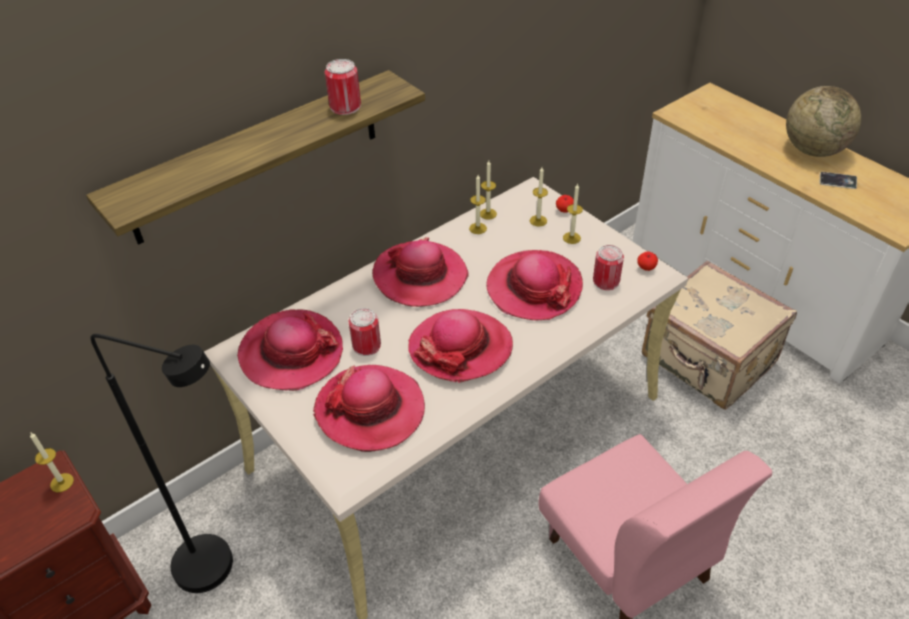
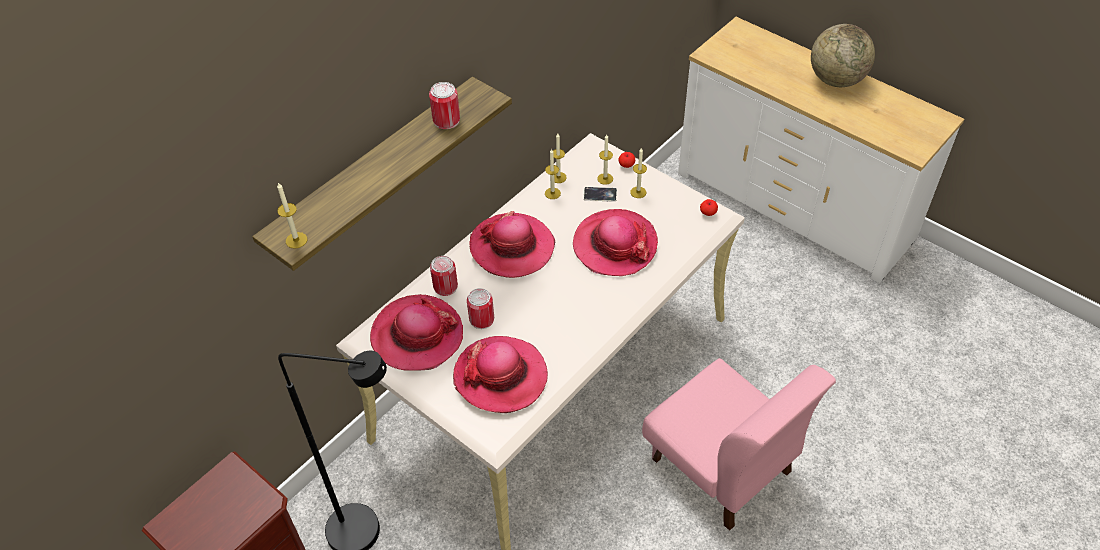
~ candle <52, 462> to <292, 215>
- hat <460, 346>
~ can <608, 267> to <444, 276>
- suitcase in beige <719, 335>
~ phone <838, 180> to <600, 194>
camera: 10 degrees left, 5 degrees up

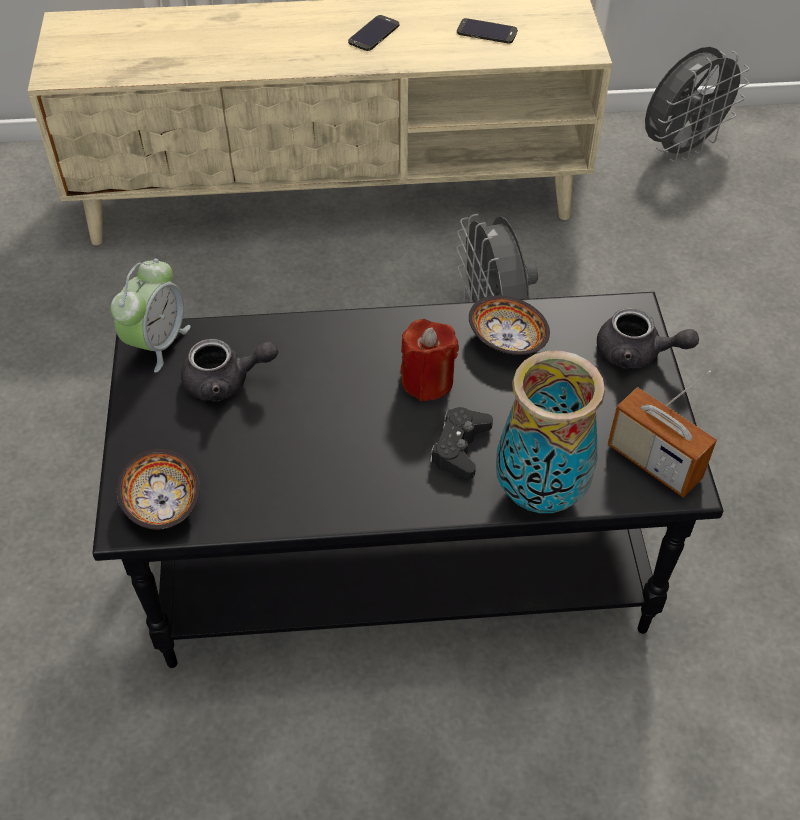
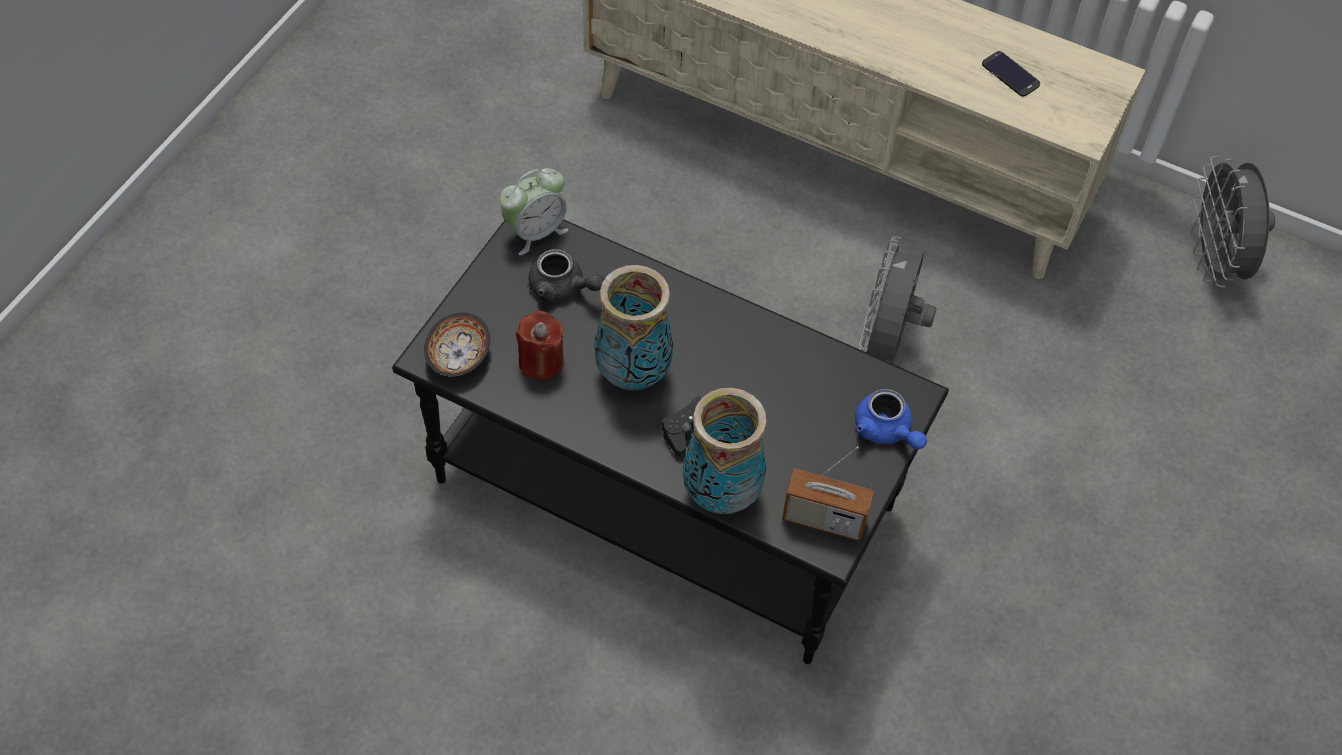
- phone <374, 33>
~ candle in red <430, 360> to <540, 345>
- bowl <509, 325>
~ teapot in grey <648, 338> to teapot in blue <891, 419>
~ radio <662, 434> = <828, 494> 60 degrees counterclockwise
~ fan in grey <697, 104> = <1233, 221> 90 degrees clockwise
+ vase <633, 328>
camera: 30 degrees right, 5 degrees up

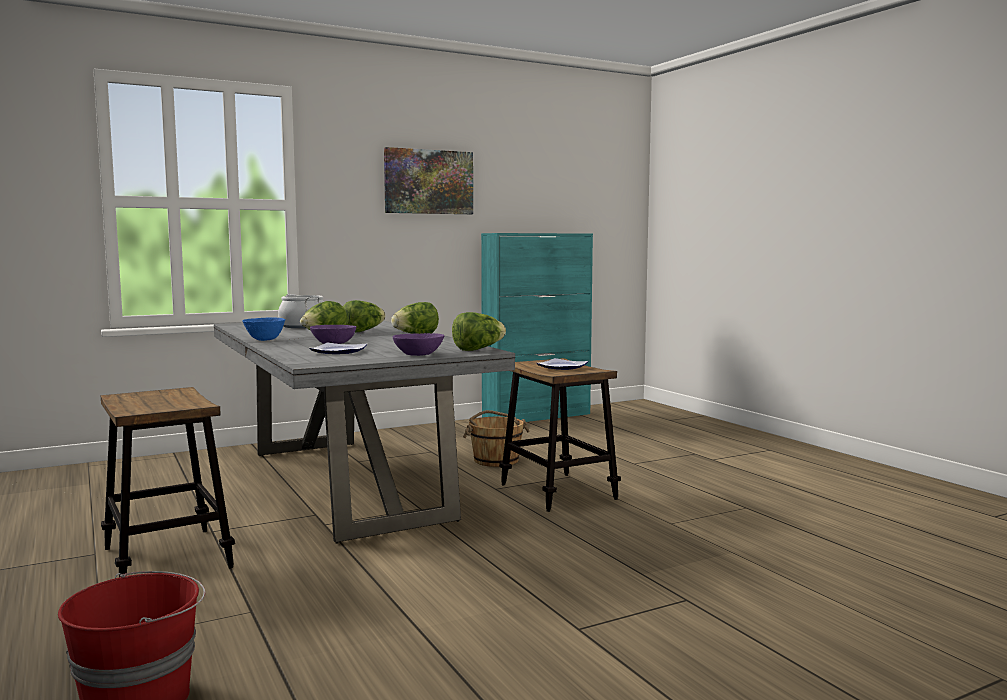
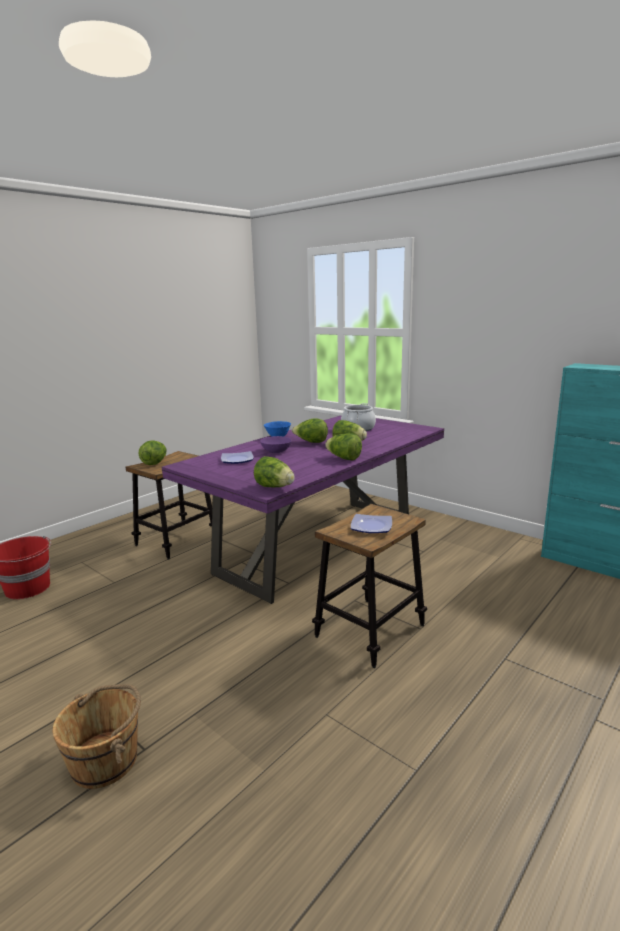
~ dining table in grey <364, 432> to dining table in purple <303, 509>
- picture <428, 180>
- bowl in purple <418, 344>
~ bucket in brown <496, 438> to <96, 736>
+ lettuce <152, 452>
camera: 70 degrees right, 10 degrees up

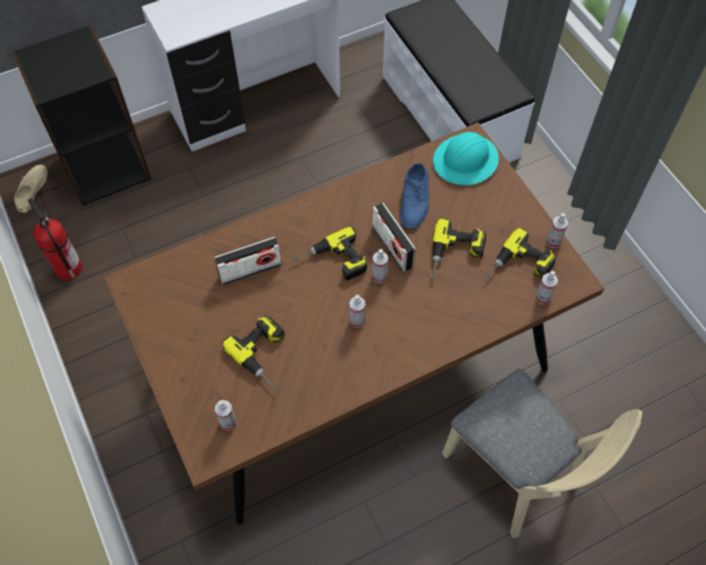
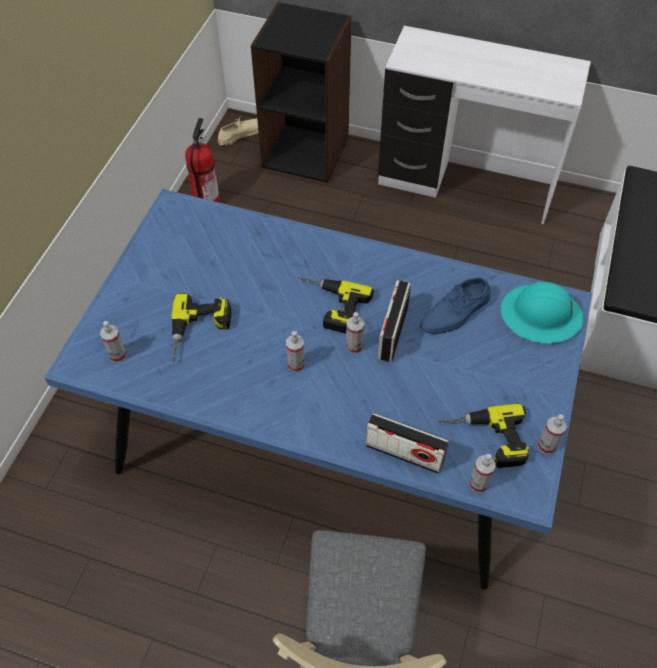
~ dining table in brown <354, 323> to dining table in blue <318, 389>
~ radio <248, 261> to <407, 443>
- power drill <459, 249>
camera: 45 degrees right, 5 degrees down

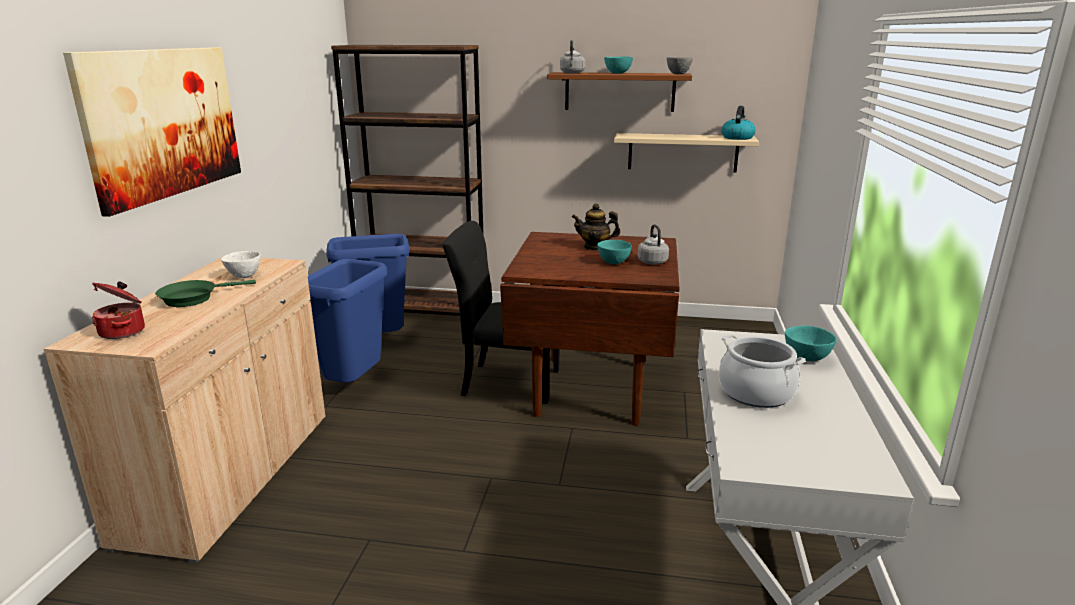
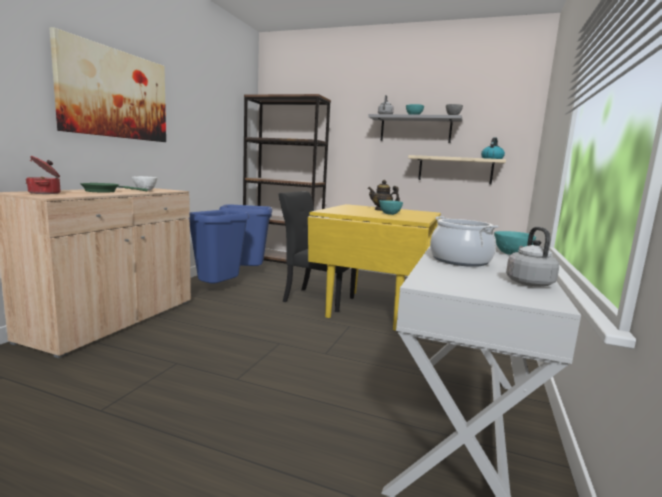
~ dining table in brown <590, 329> to dining table in yellow <374, 267>
~ shelf in brown <619, 92> to shelf in grey <415, 128>
~ kettle in grey <653, 244> to <532, 257>
camera: 10 degrees right, 10 degrees down

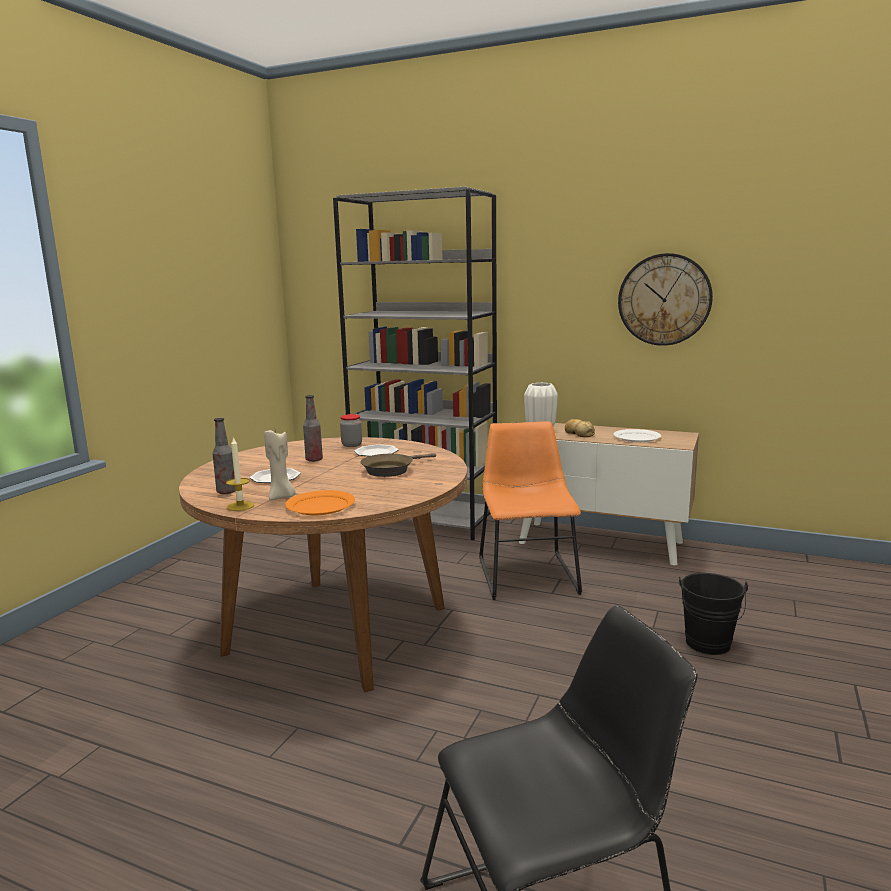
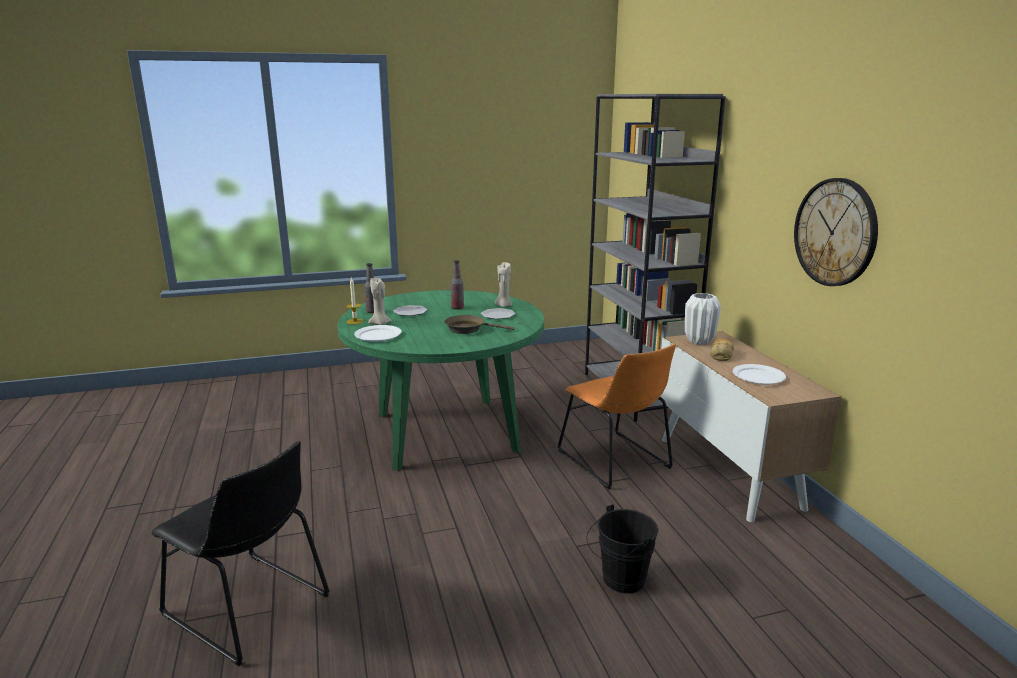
~ dining table in brown <323, 564> to dining table in green <441, 380>
~ plate in orange <320, 502> to plate in white <378, 333>
~ jar <351, 430> to candle in beige <503, 284>
~ chair in orange <530, 510> = <617, 416> 105 degrees clockwise
camera: 50 degrees right, 5 degrees up

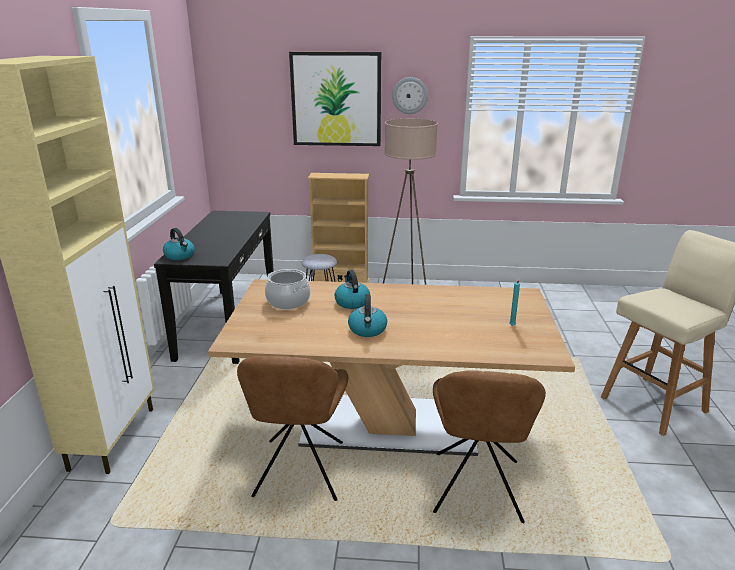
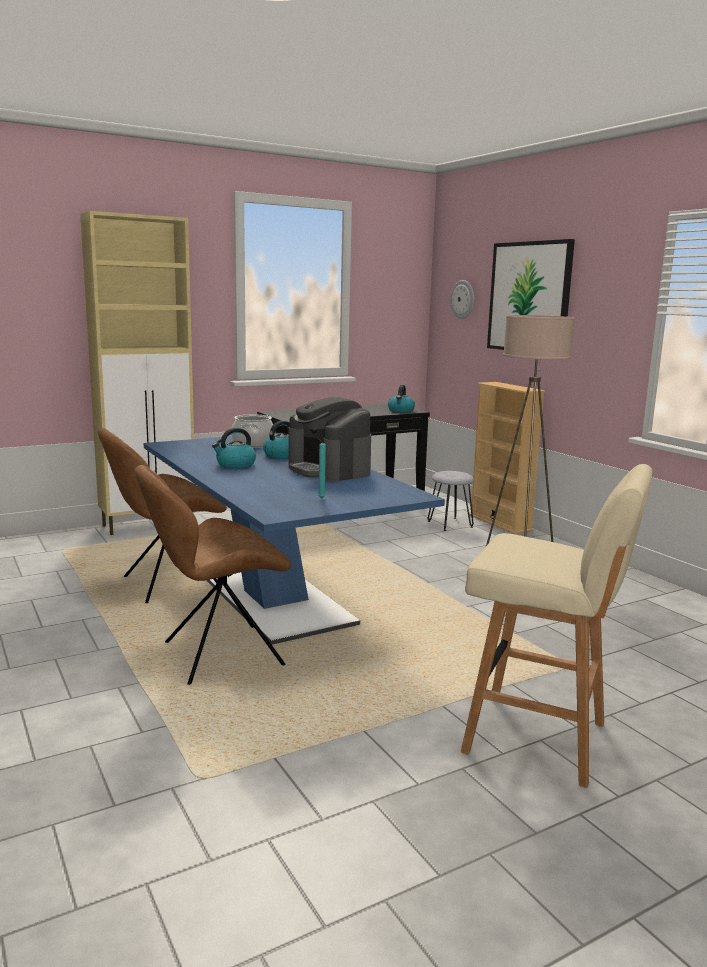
~ kettle <179, 244> to <401, 398>
~ dining table in beige <391, 367> to dining table in blue <294, 539>
~ wall clock <410, 95> to <462, 299>
+ coffee machine <329, 439>
camera: 55 degrees right, 10 degrees down

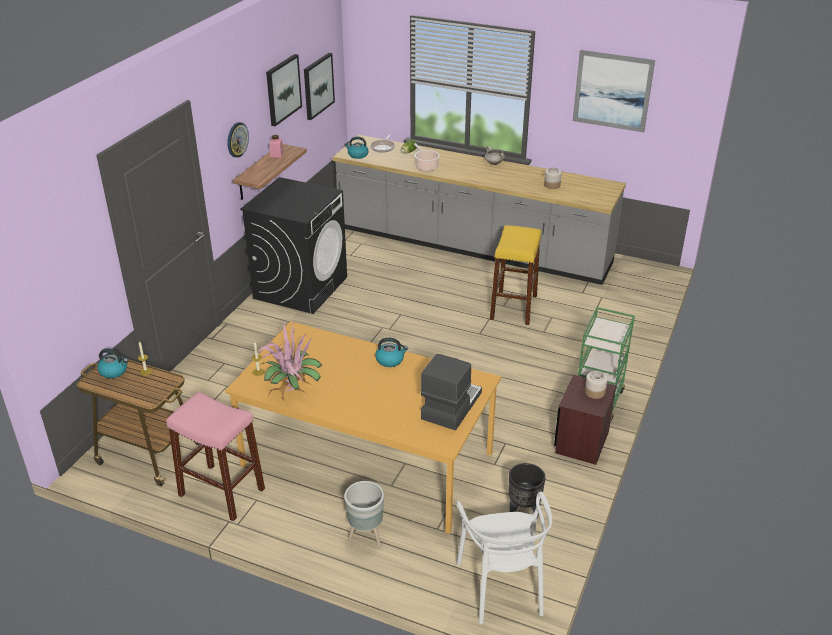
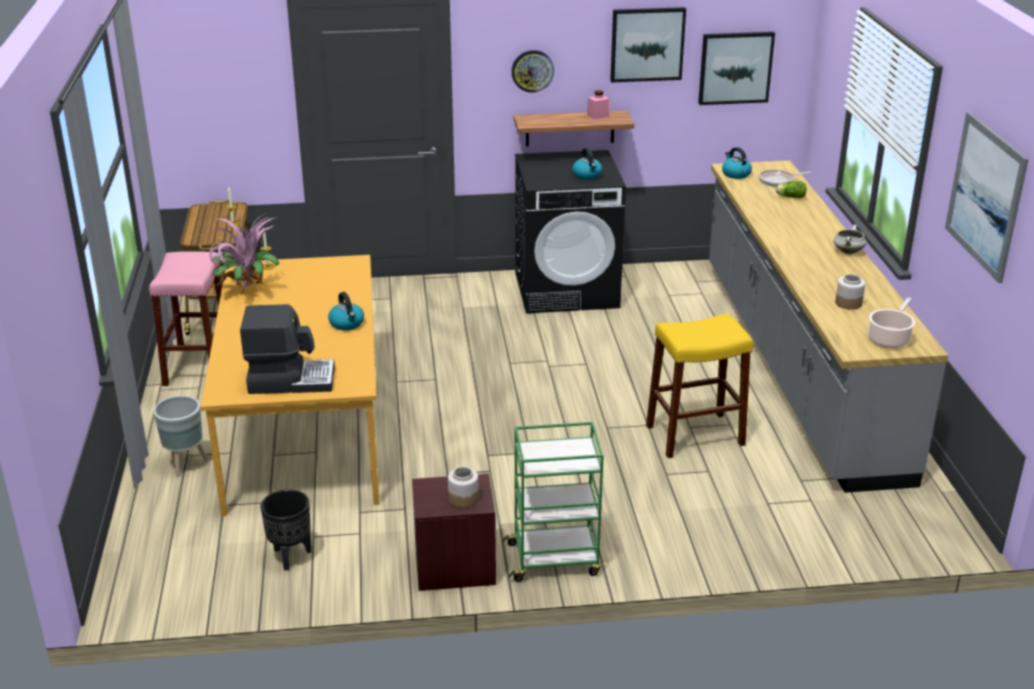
~ kettle <112, 363> to <587, 163>
~ cooking pot <427, 157> to <892, 323>
- chair in white <504, 558>
camera: 60 degrees right, 5 degrees down

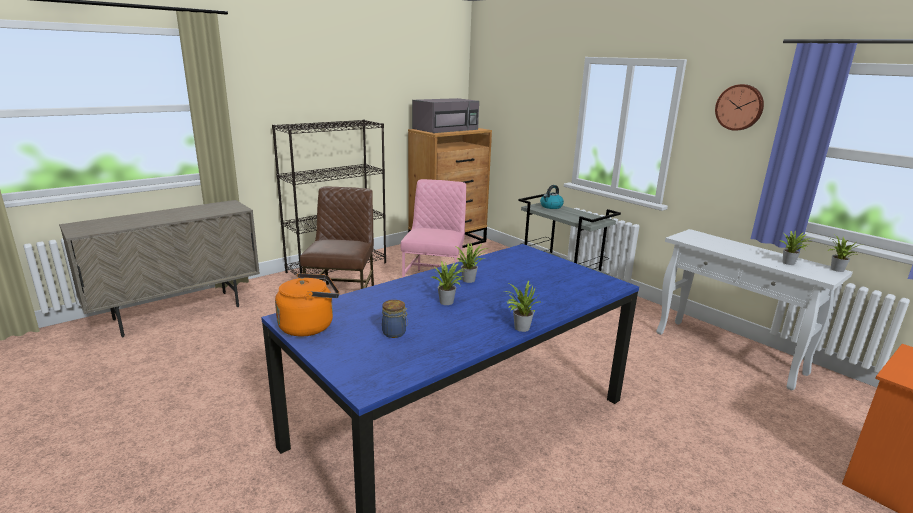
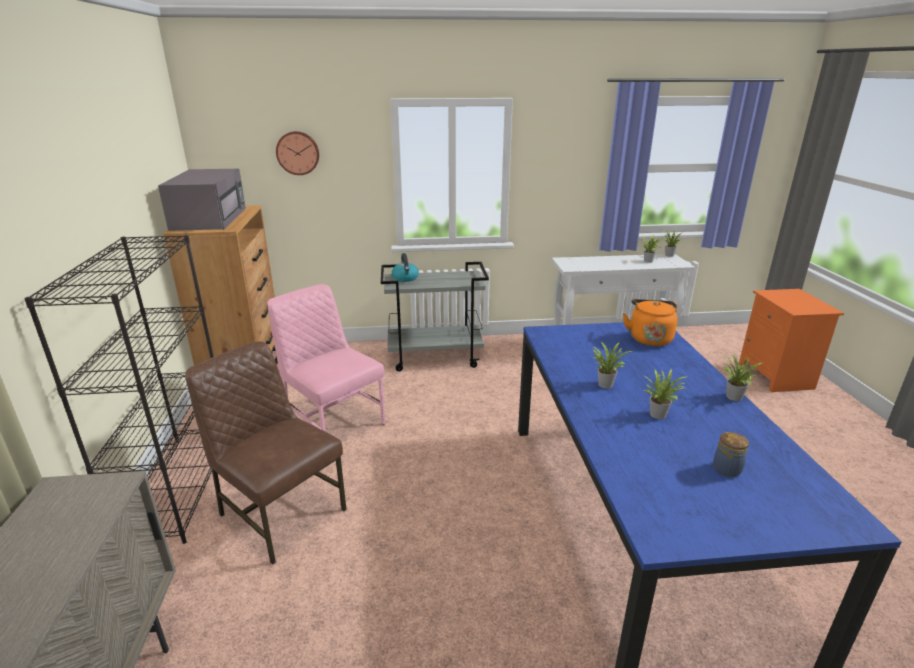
~ kettle in orange <307, 305> to <650, 322>
~ wall clock <739, 107> to <297, 153>
camera: 55 degrees left, 5 degrees up

